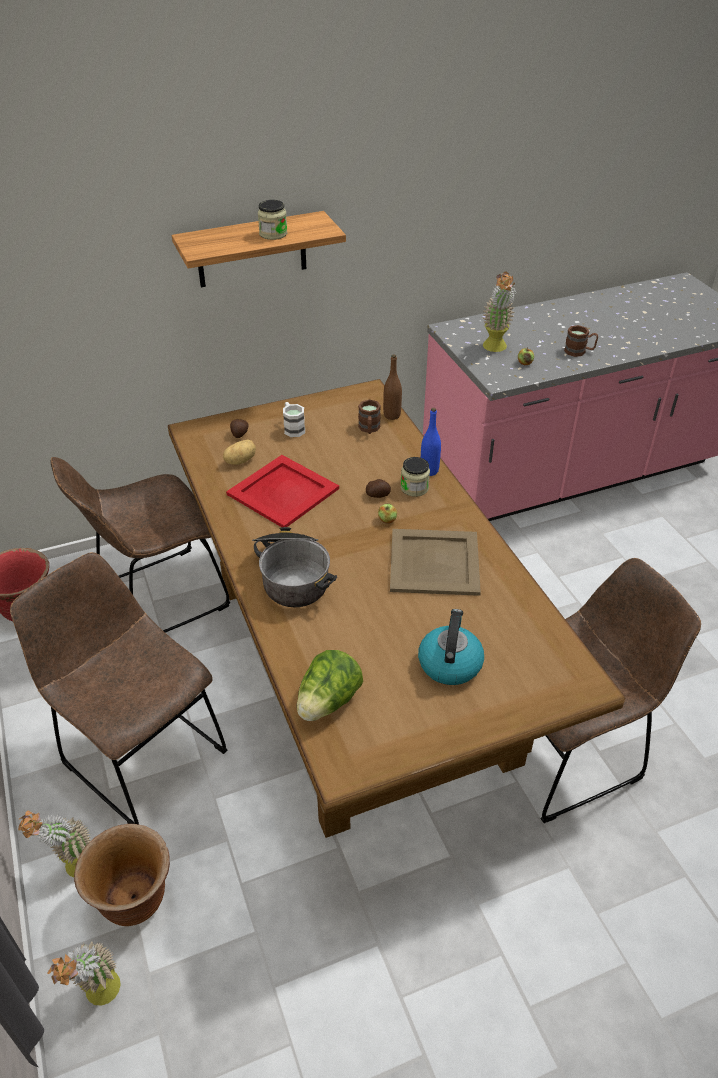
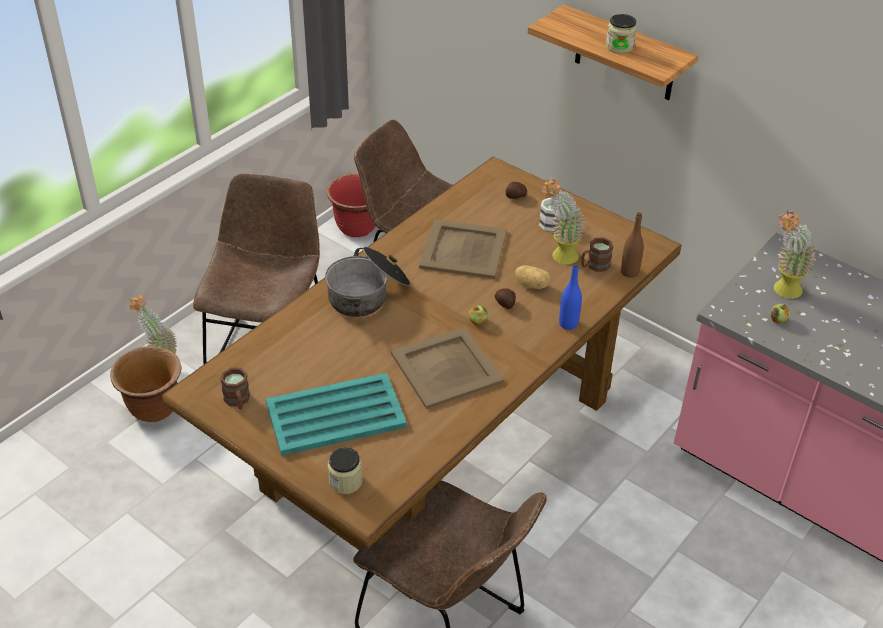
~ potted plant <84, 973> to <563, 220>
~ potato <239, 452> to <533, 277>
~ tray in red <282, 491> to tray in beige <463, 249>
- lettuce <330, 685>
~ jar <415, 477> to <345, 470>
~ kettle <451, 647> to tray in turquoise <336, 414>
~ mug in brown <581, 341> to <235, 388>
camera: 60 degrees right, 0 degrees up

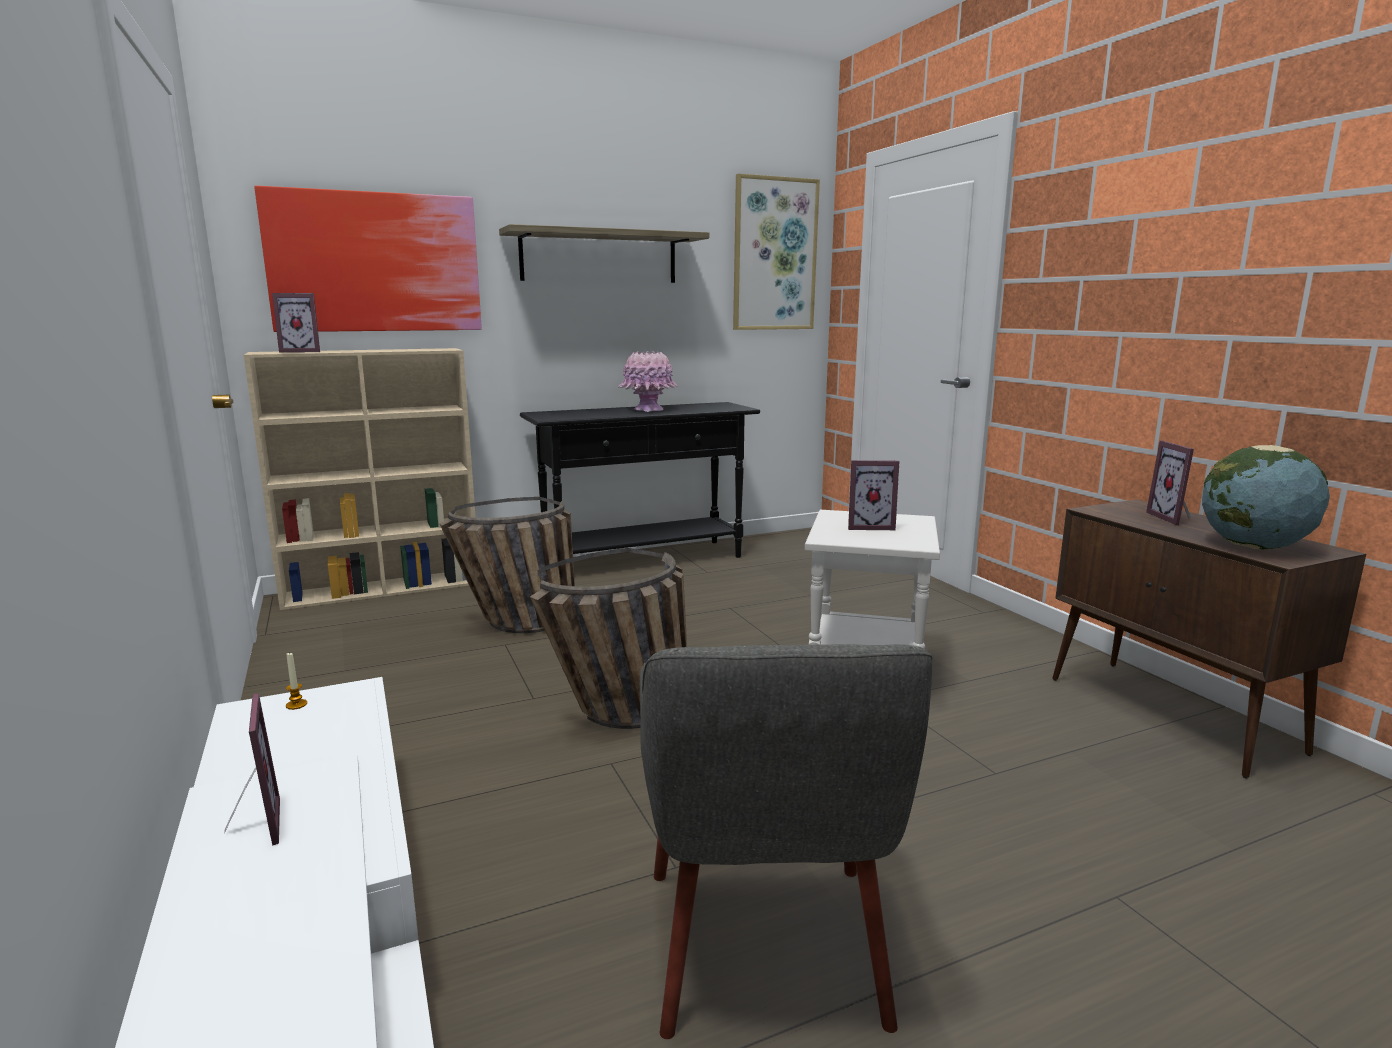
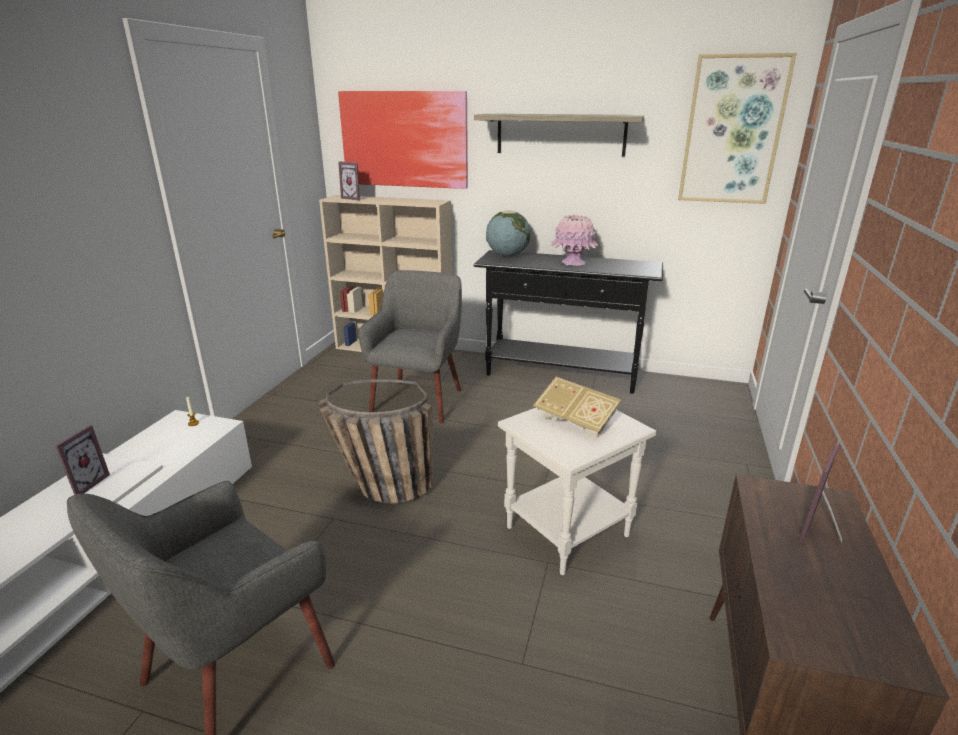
~ basket <507, 565> to armchair in grey <410, 346>
~ picture frame <874, 495> to book <577, 408>
~ globe <1266, 497> to <508, 233>
camera: 40 degrees right, 10 degrees up

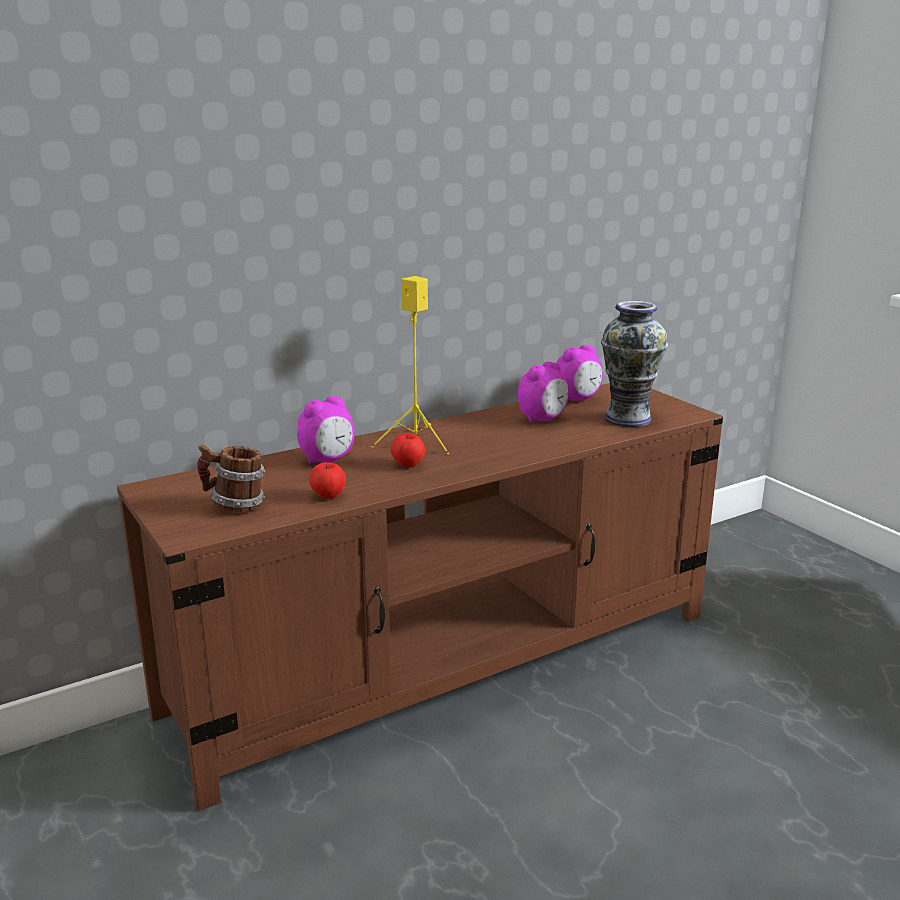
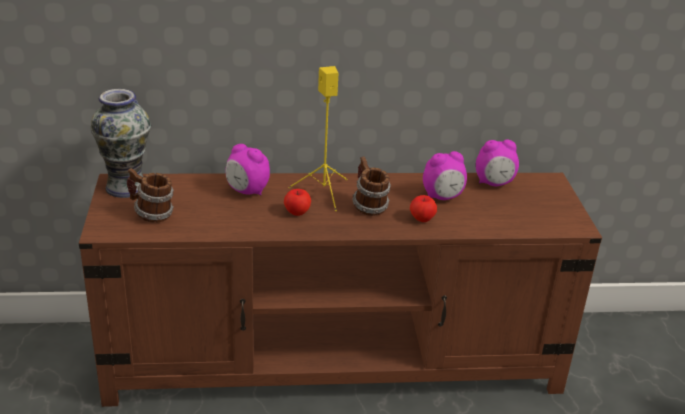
~ alarm clock <326, 430> = <247, 170> 45 degrees clockwise
~ apple <327, 480> to <423, 208>
~ vase <634, 364> to <120, 143>
+ mug <371, 186>
camera: 25 degrees right, 10 degrees up

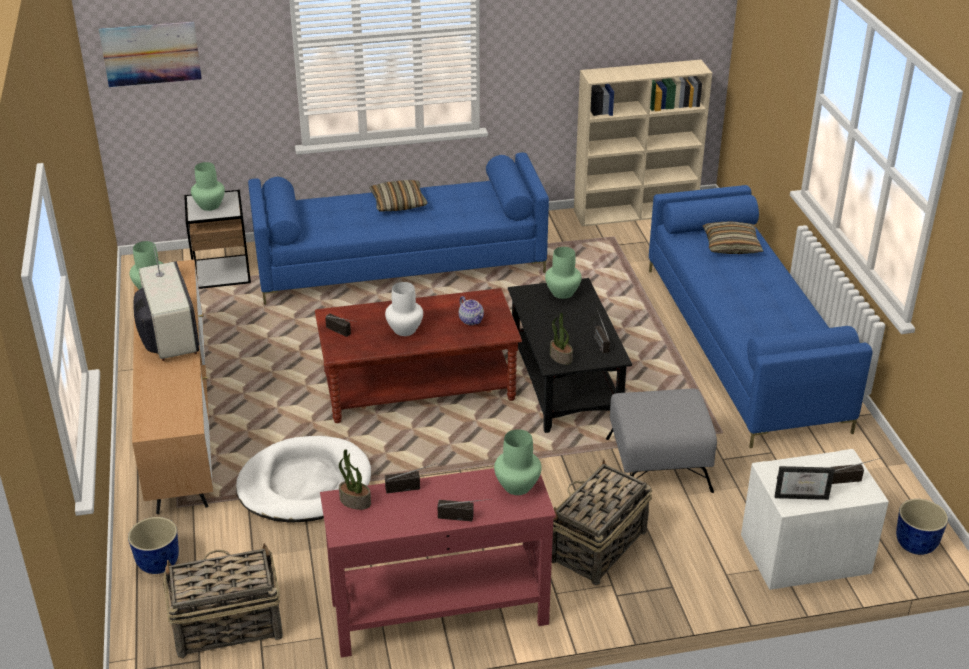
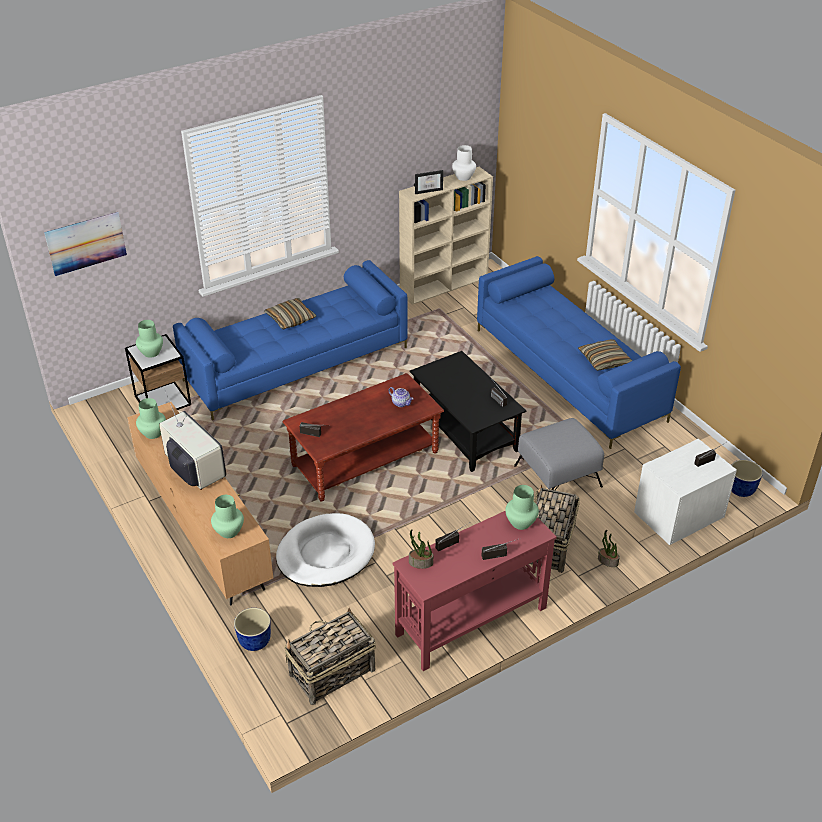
~ vase in white <404, 309> to <464, 163>
~ vase in green <563, 273> to <227, 516>
~ potted plant <561, 339> to <609, 548>
~ pillow <733, 237> to <605, 355>
~ picture frame <804, 483> to <428, 182>
camera: 20 degrees left, 5 degrees up

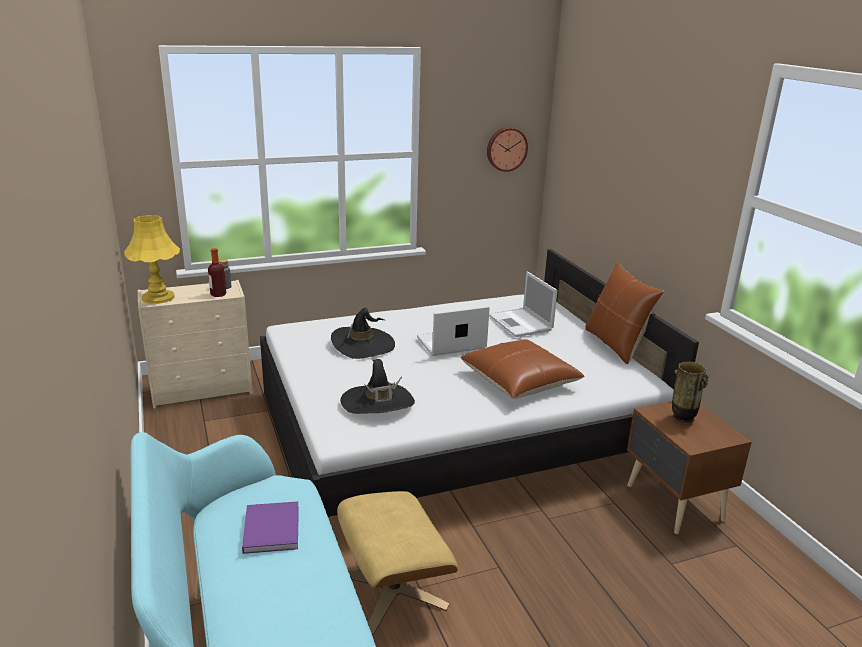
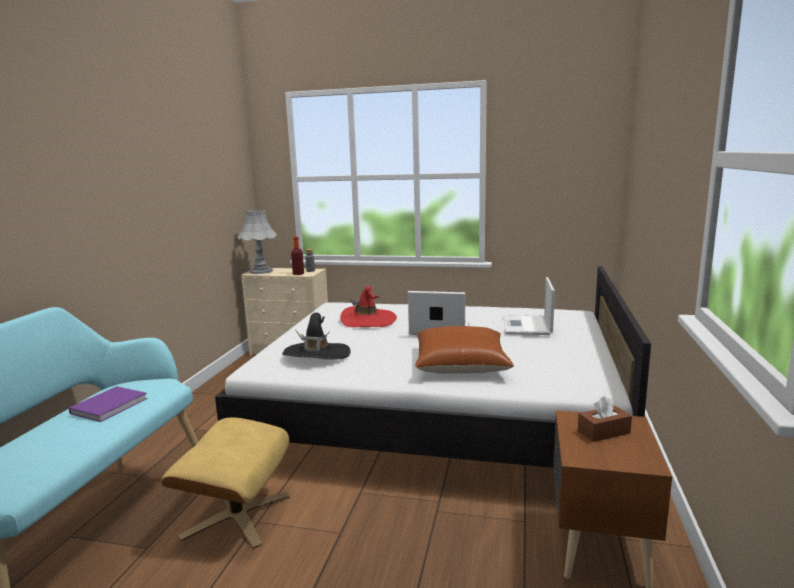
~ table lamp in yellow <152, 259> to table lamp in grey <257, 242>
~ hat in black <363, 333> to hat in red <368, 306>
- wall clock <507, 149>
- pillow in brown <624, 313>
~ vase <690, 393> to tissue box in brown <605, 419>
camera: 35 degrees right, 10 degrees down

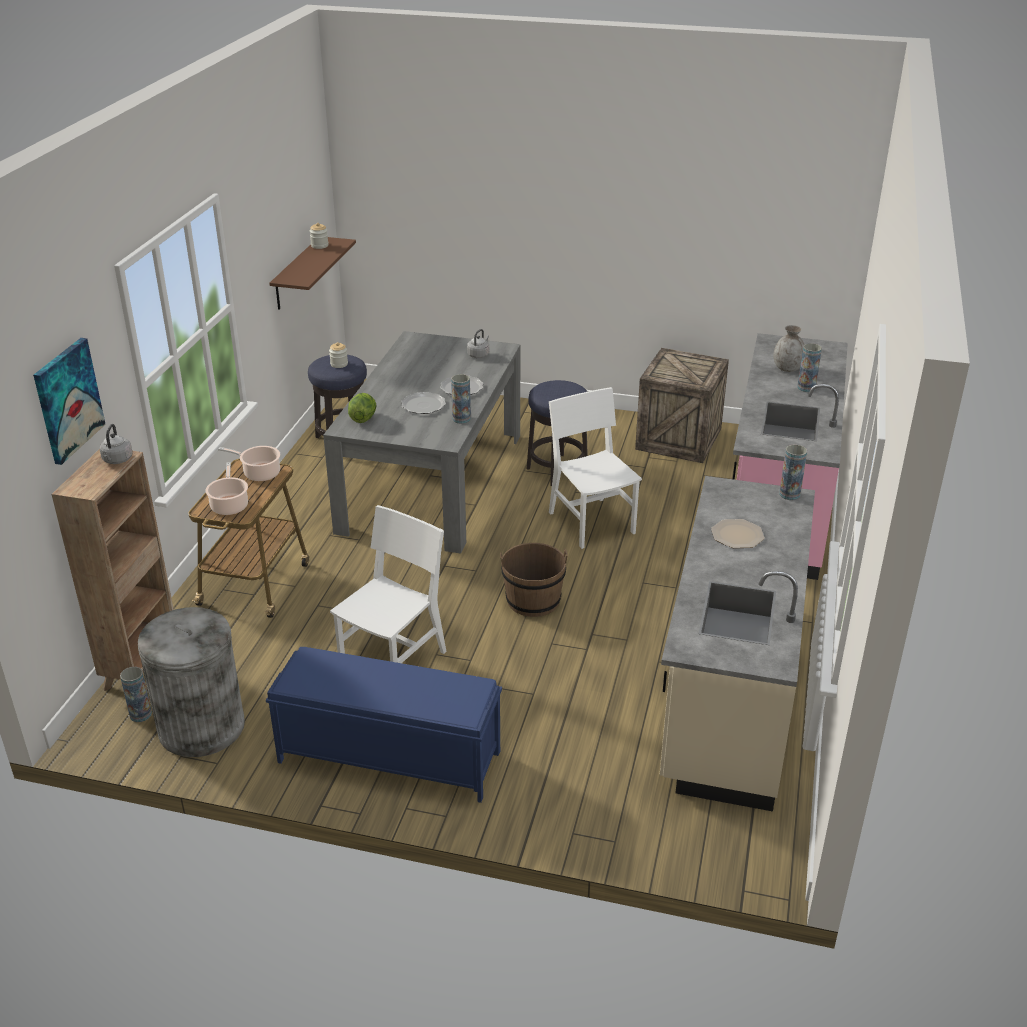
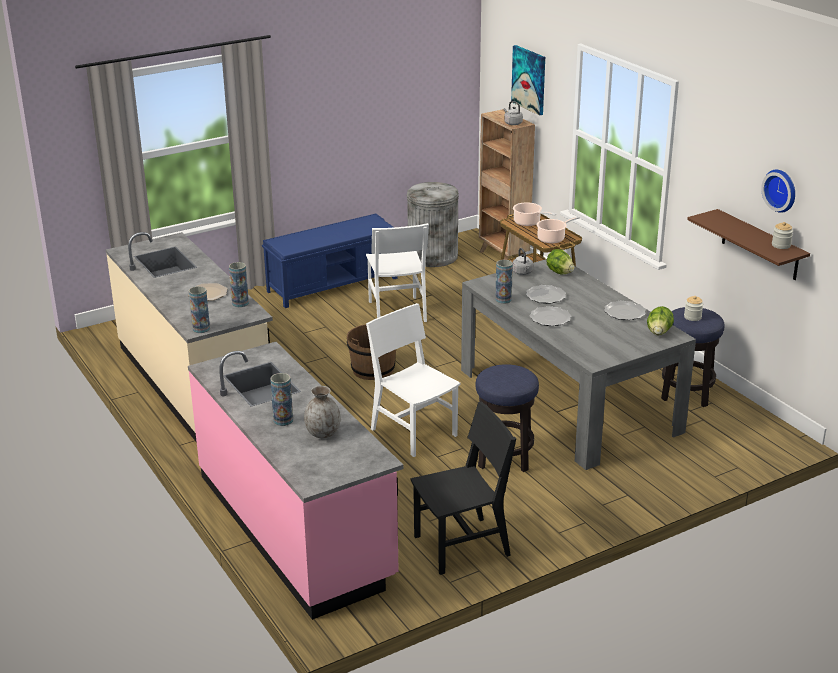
~ vase <136, 694> to <239, 284>
~ kettle in grey <478, 343> to <523, 261>
~ chair in white <595, 468> = <413, 380> 150 degrees counterclockwise
~ crate <682, 405> to chair in black <463, 488>
+ plate <625, 310>
+ lettuce <660, 320>
+ wall clock <778, 191>
camera: 135 degrees right, 5 degrees down

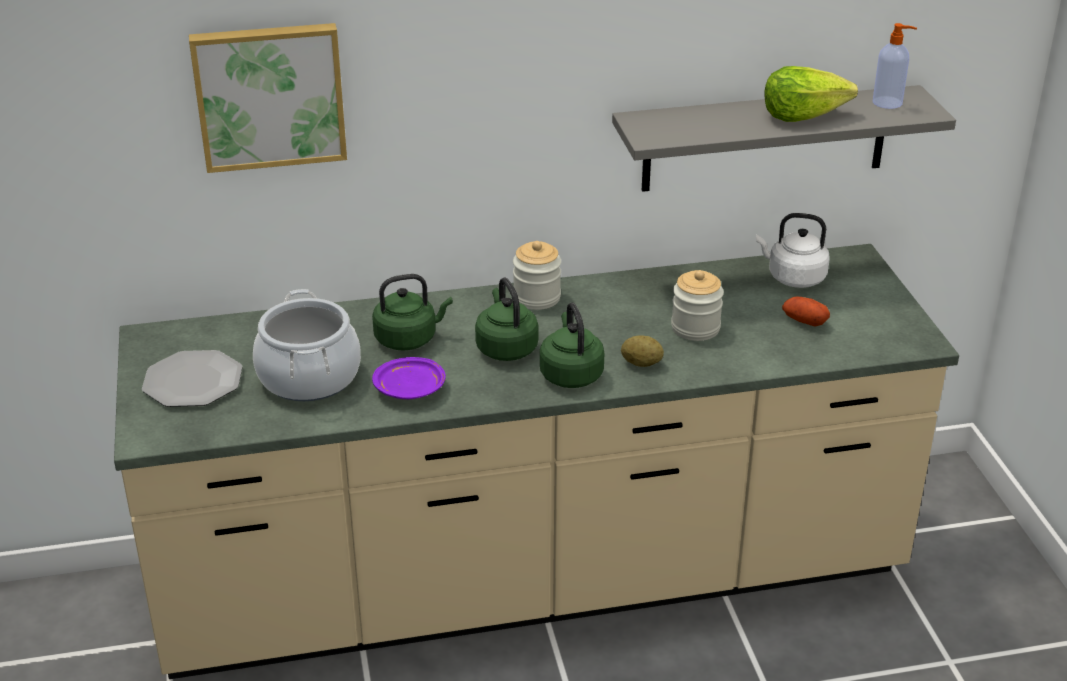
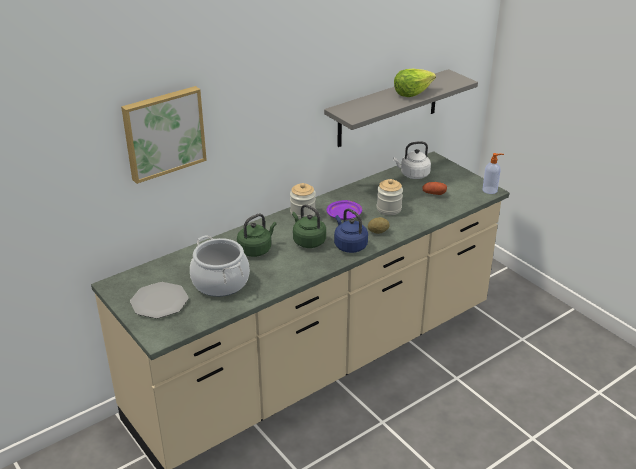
~ plate in purple <409, 378> to <344, 210>
~ kettle in green <572, 345> to kettle in blue <351, 230>
~ soap dispenser <895, 66> to <493, 173>
camera: 25 degrees left, 0 degrees up

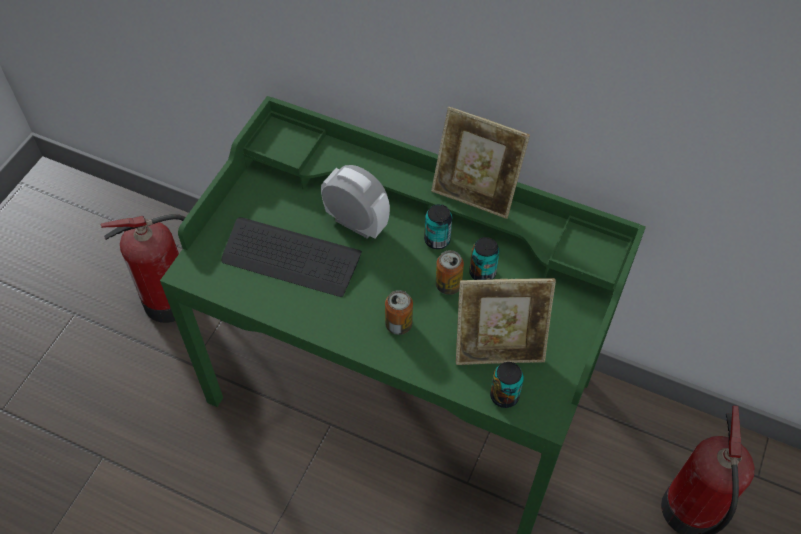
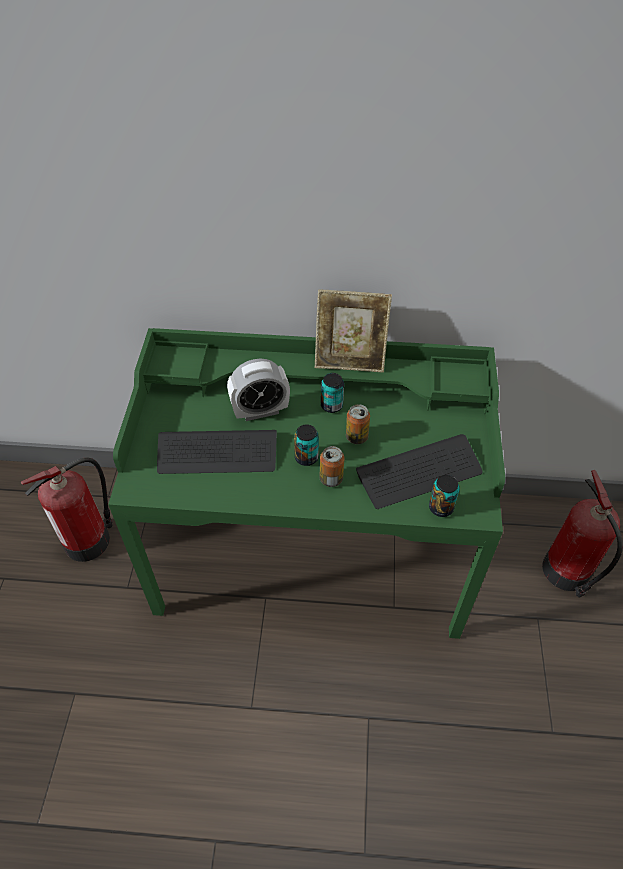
~ alarm clock <355, 201> = <258, 390> 150 degrees clockwise
~ picture frame <506, 321> to keyboard <419, 471>
~ can <484, 258> to <306, 445>
camera: 20 degrees left, 5 degrees down

